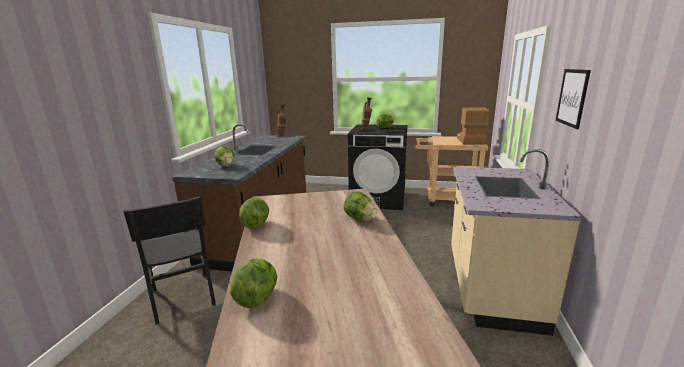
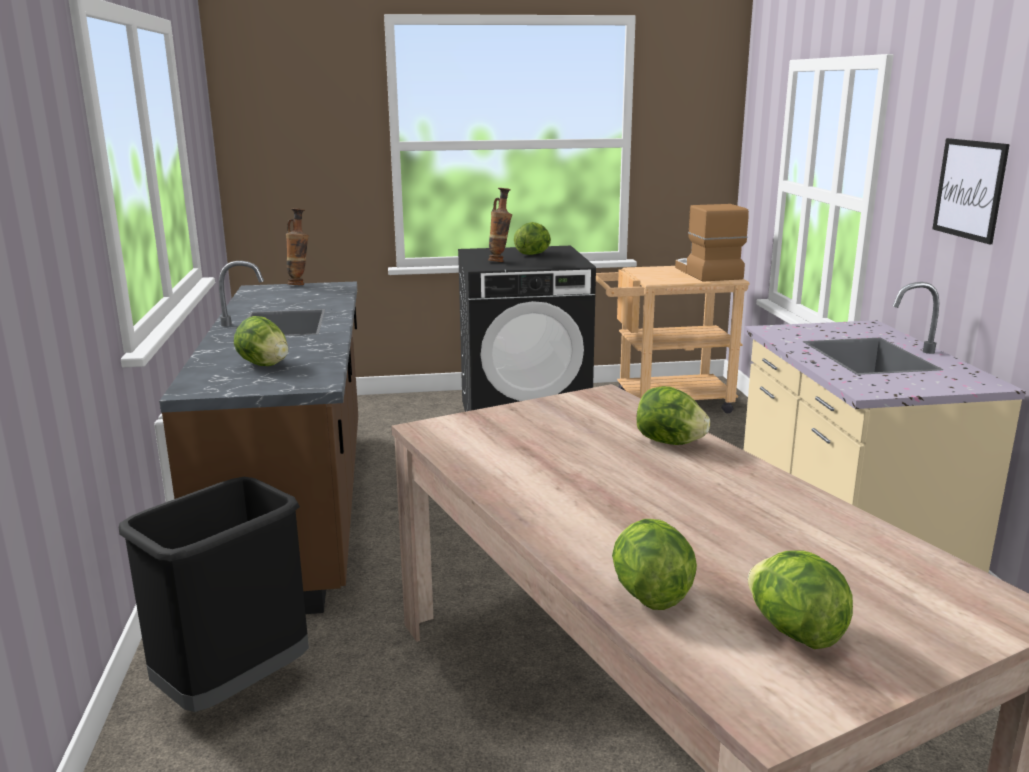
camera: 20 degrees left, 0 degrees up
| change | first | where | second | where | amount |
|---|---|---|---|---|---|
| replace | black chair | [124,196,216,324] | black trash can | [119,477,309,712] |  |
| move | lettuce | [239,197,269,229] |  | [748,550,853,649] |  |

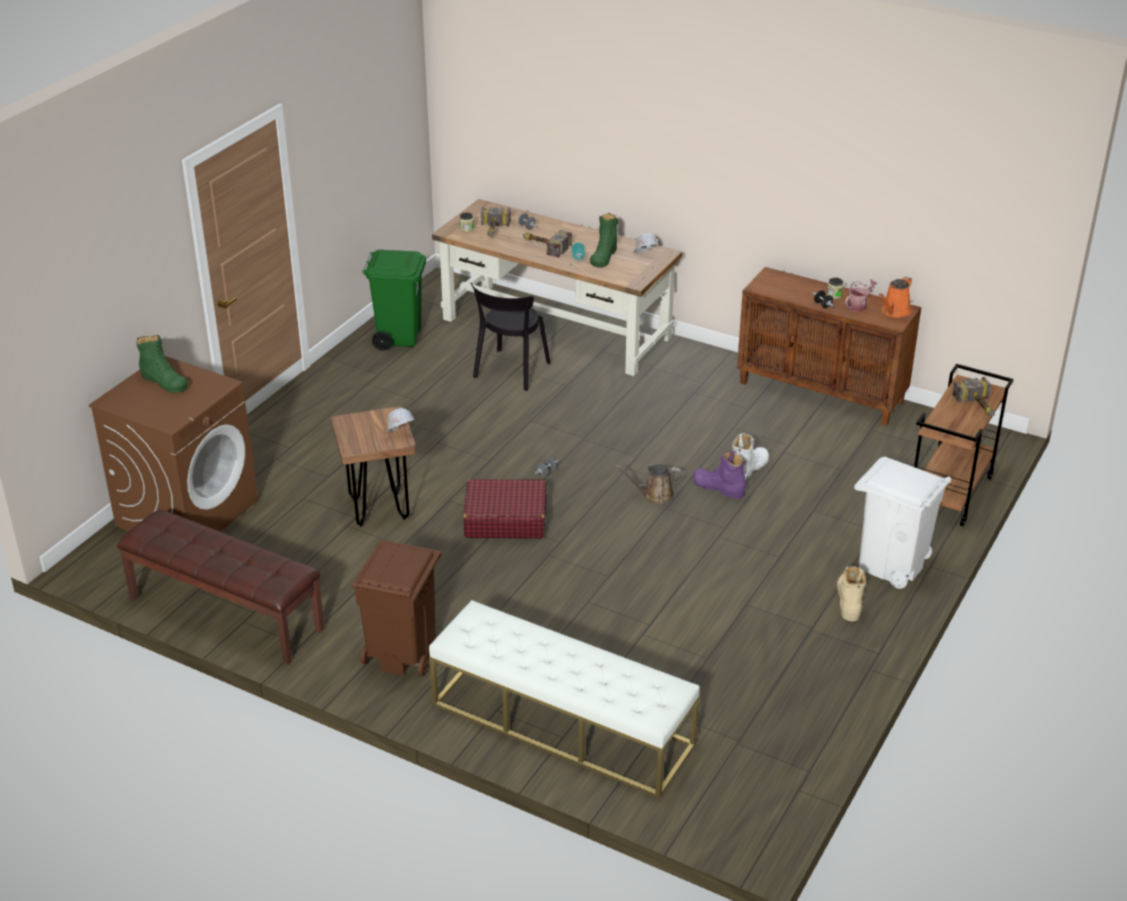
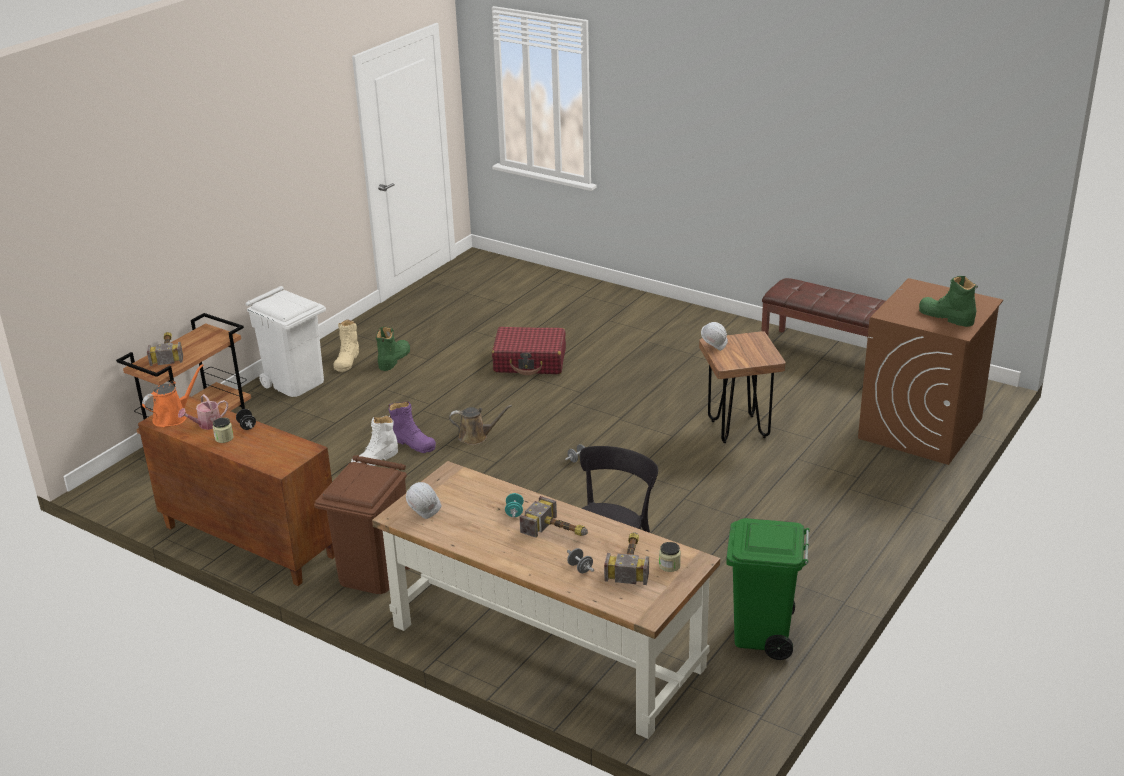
camera: 175 degrees left, 5 degrees down
| change | first | where | second | where | amount |
|---|---|---|---|---|---|
| move | brown trash can | [352,540,442,676] |  | [314,455,410,594] |  |
| move | green boot | [590,213,618,267] |  | [376,326,410,371] |  |
| move | red suitcase | [463,479,547,539] |  | [492,327,566,375] |  |
| delete | white bench | [429,600,700,798] |  |  |  |

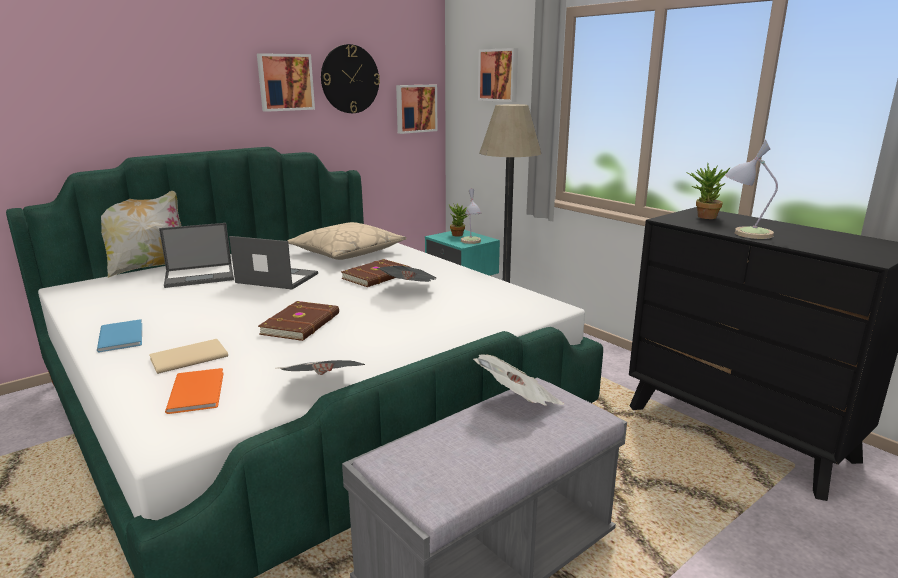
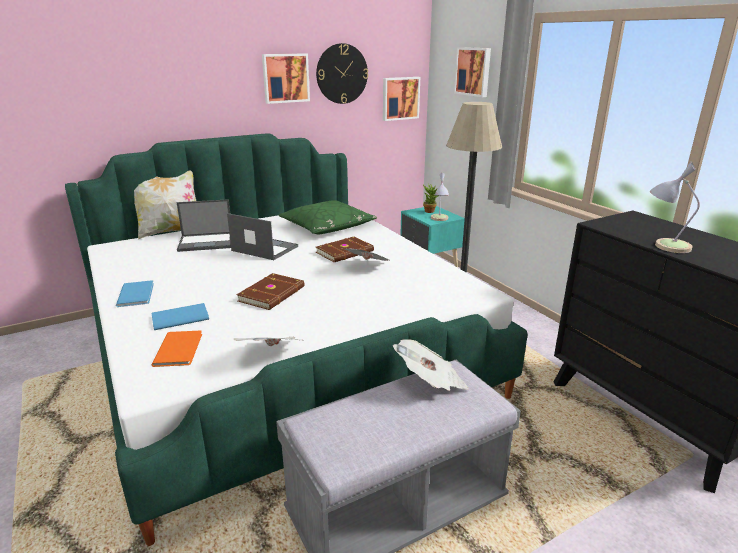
camera: 10 degrees right, 5 degrees up
| change | first | where | second | where | amount |
|---|---|---|---|---|---|
| recolor | beige book | [149,339,228,374] | blue book | [151,303,209,330] |  |
| recolor | beige pillow | [287,222,406,260] | green pillow | [279,200,377,234] |  |
| delete | potted plant | [686,163,731,219] |  |  |  |

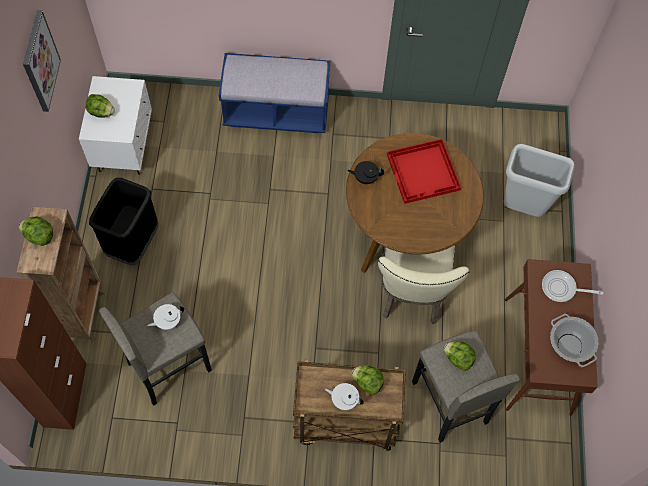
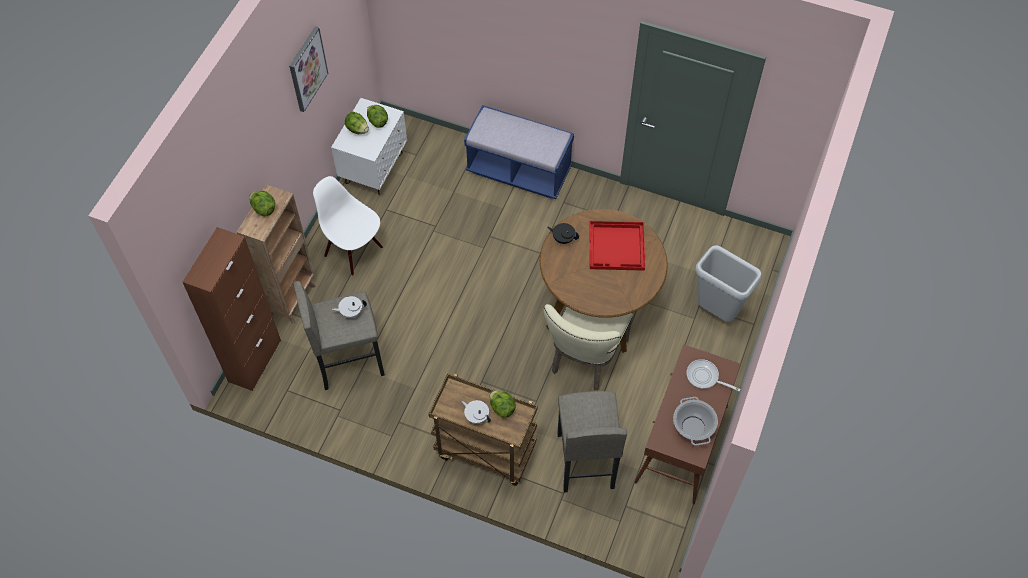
camera: 20 degrees right, 5 degrees down
| change | first | where | second | where | amount |
|---|---|---|---|---|---|
| replace | black trash can | [89,178,158,265] | white chair | [313,176,383,276] |  |
| move | lettuce | [443,341,476,371] |  | [367,105,388,128] |  |

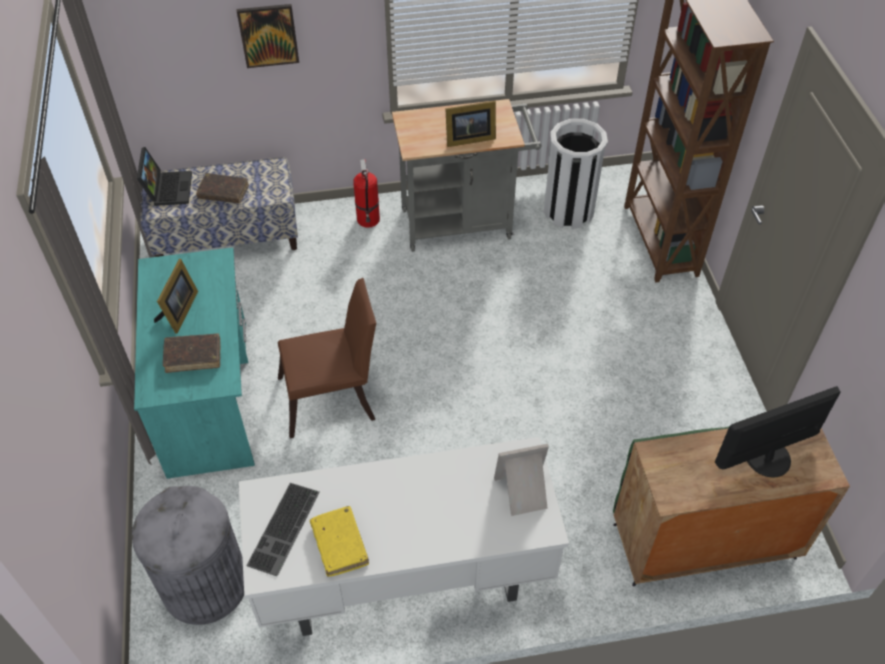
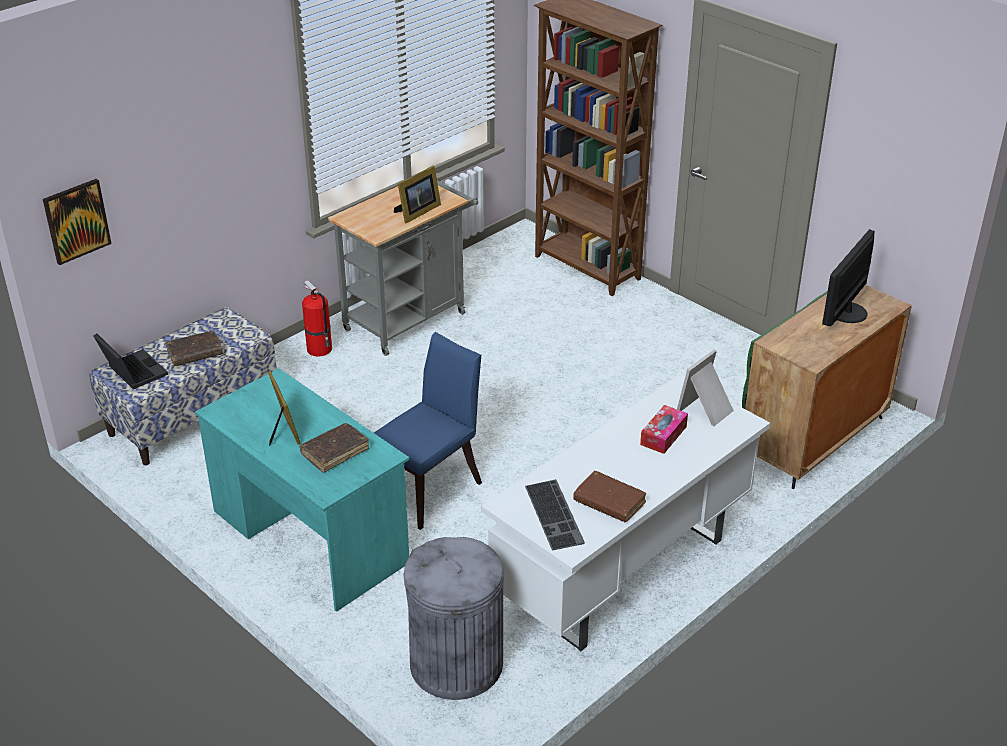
camera: 35 degrees left, 15 degrees down
| change | first | where | second | where | amount |
|---|---|---|---|---|---|
| move | picture | [236,4,299,68] |  | [43,179,112,265] |  |
| recolor | brown chair | [278,278,376,438] | blue chair | [374,332,482,530] |  |
| recolor | yellow book | [310,506,369,577] | brown book | [573,471,646,522] |  |
| insert |  |  | tissue box | [640,405,688,454] |  |
| delete | white trash can | [544,119,608,229] |  |  |  |

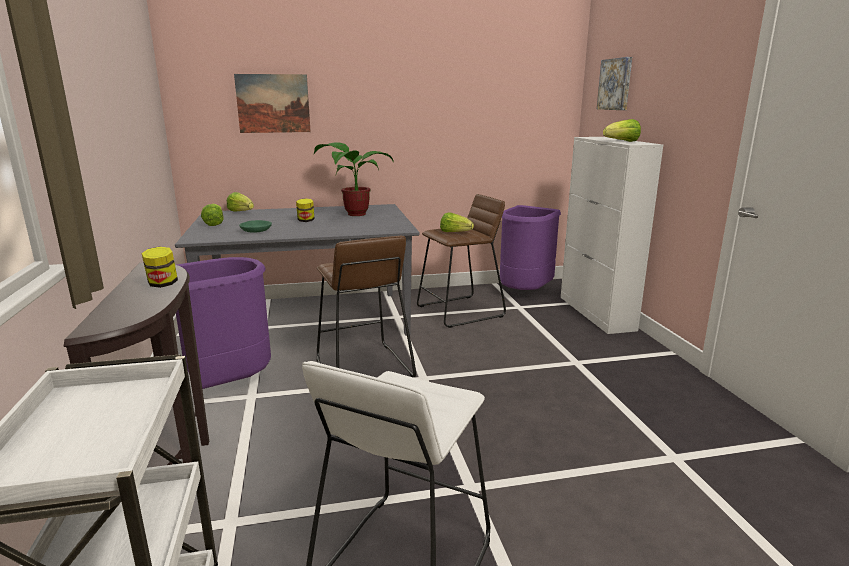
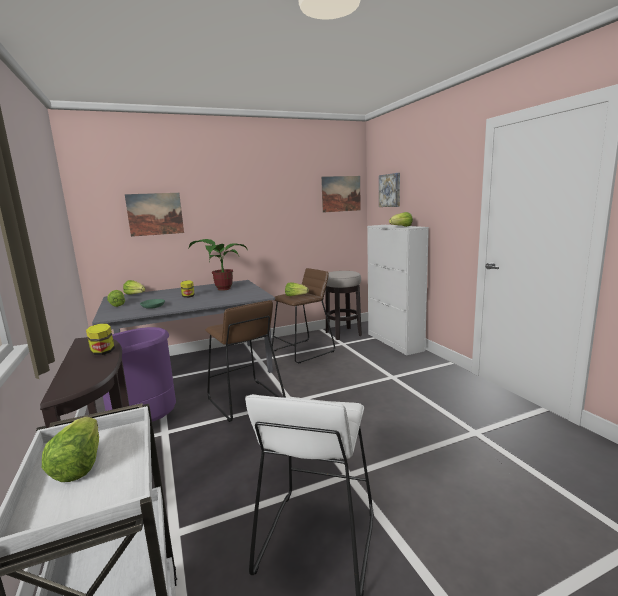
camera: 10 degrees left, 5 degrees down
| change | first | where | second | where | amount |
|---|---|---|---|---|---|
| insert |  |  | lettuce | [42,416,99,482] |  |
| insert |  |  | picture | [321,176,361,213] |  |
| replace | purple trash can | [500,205,561,290] | stool | [326,271,362,340] |  |

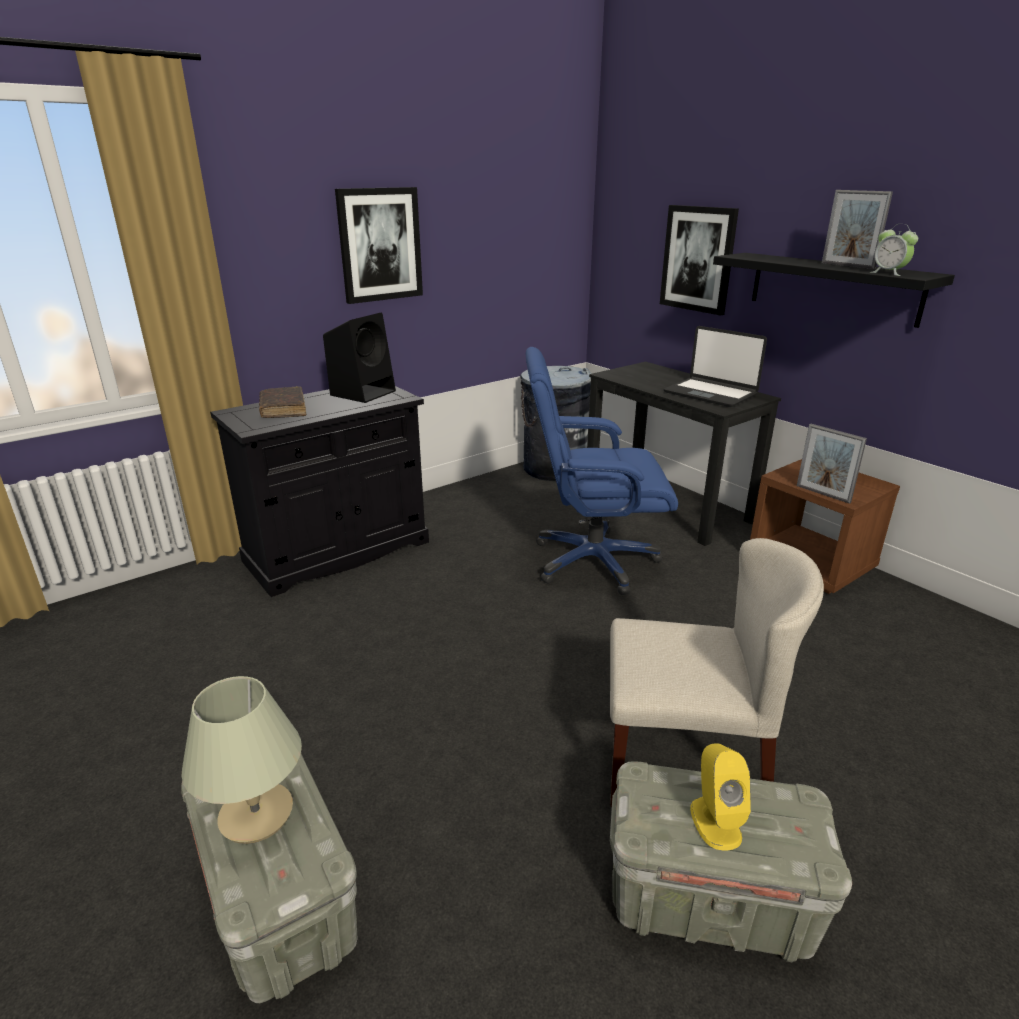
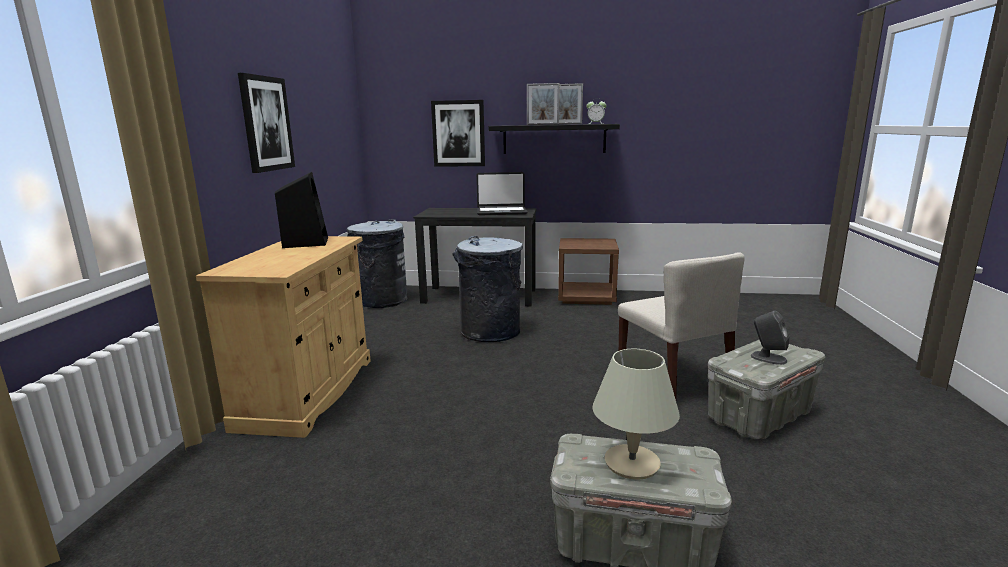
camera: 45 degrees left, 10 degrees down
| change | first | where | second | where | amount |
|---|---|---|---|---|---|
| recolor | black cabinet | [210,386,429,597] | beige cabinet | [196,236,371,438] |  |
| replace | blue office chair | [525,347,678,595] | grey trash can | [452,236,523,342] |  |
| move | picture frame | [797,424,867,504] |  | [527,83,559,125] |  |
| rotate | beige chair | [610,538,824,807] |  | [618,252,745,399] | 105 degrees clockwise |
| recolor | yellow speaker | [690,743,751,850] | grey speaker | [751,311,790,365] |  |
| delete | brown book | [259,386,306,418] |  |  |  |

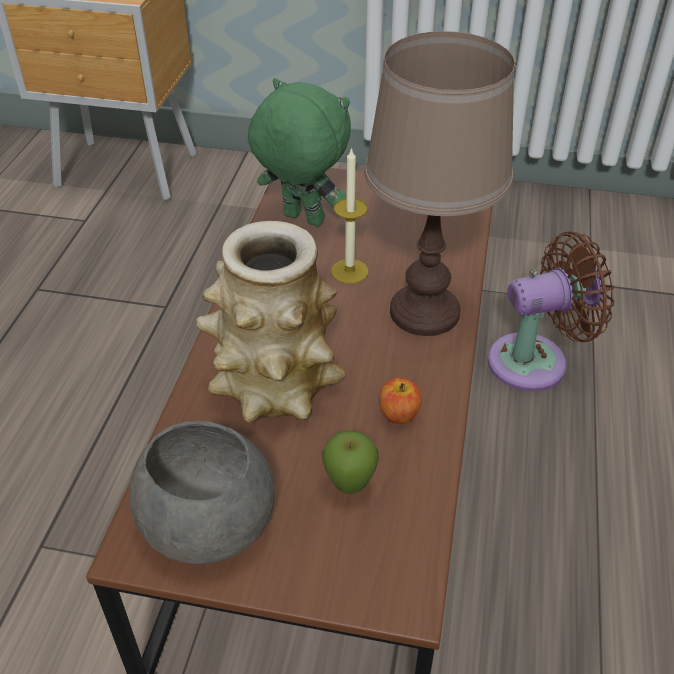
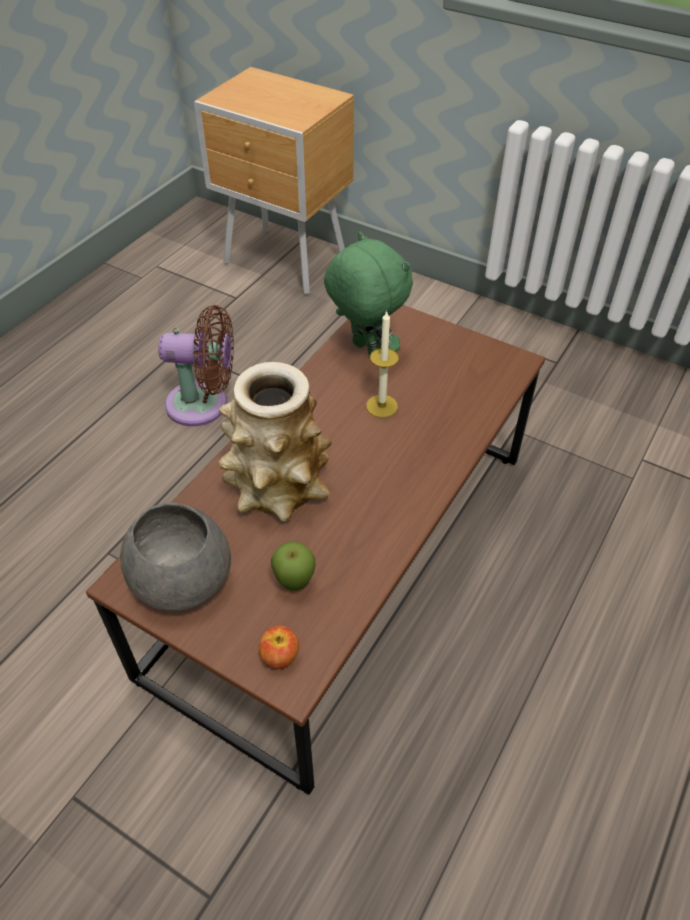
camera: 20 degrees right, 5 degrees up
| change | first | where | second | where | amount |
|---|---|---|---|---|---|
| move | brown fan | [487,231,614,391] |  | [158,305,234,426] |  |
| move | apple | [379,377,422,424] |  | [259,626,299,669] |  |
| delete | brown table lamp | [364,31,515,336] |  |  |  |

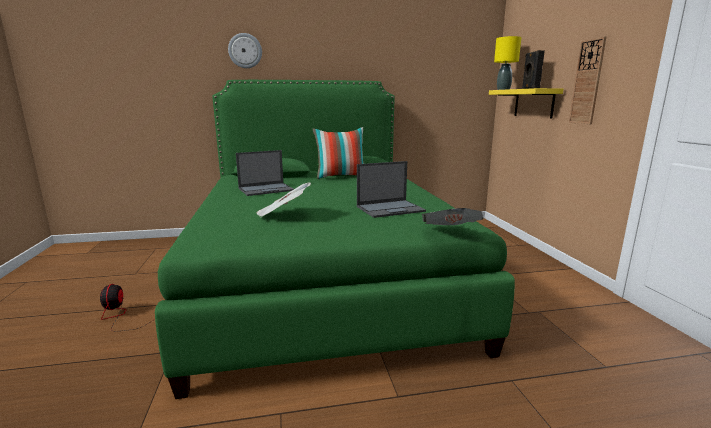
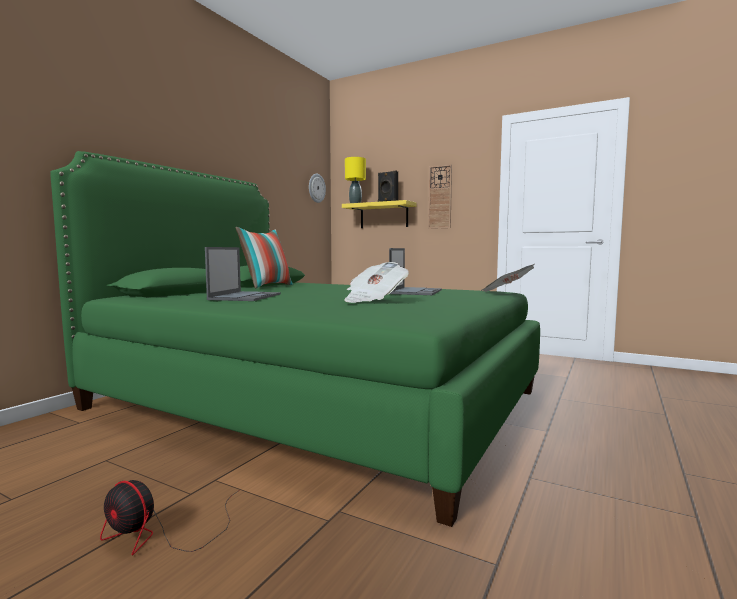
camera: 50 degrees left, 10 degrees down
| change | first | where | second | where | amount |
|---|---|---|---|---|---|
| move | wall clock | [228,33,262,68] |  | [309,174,326,203] |  |

